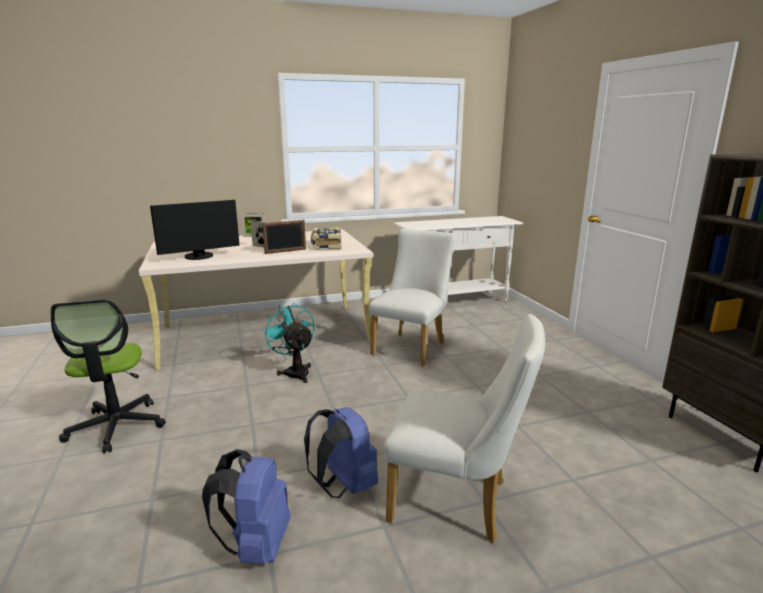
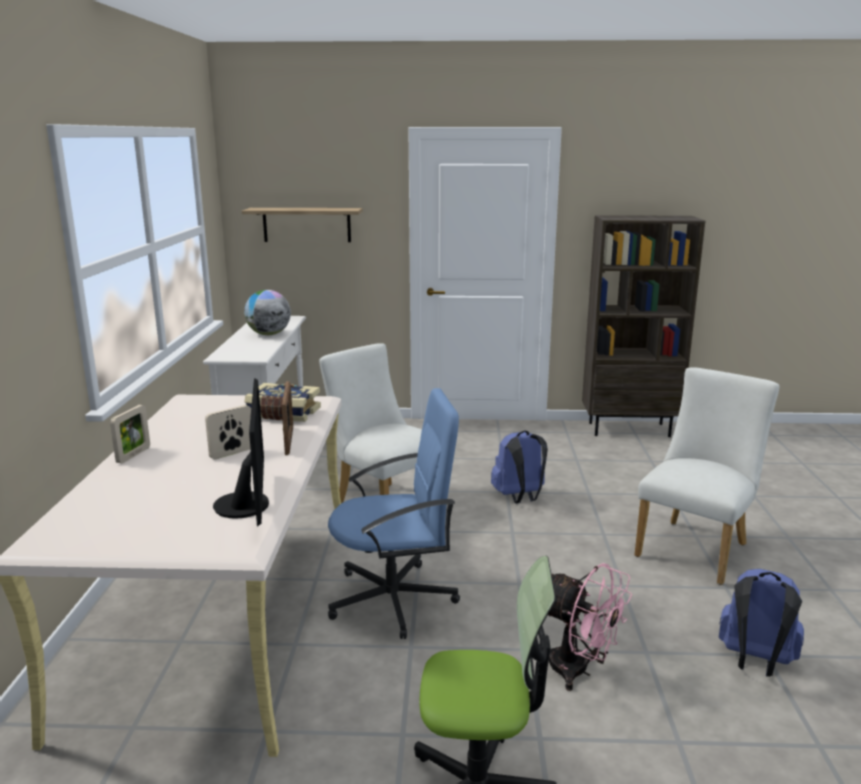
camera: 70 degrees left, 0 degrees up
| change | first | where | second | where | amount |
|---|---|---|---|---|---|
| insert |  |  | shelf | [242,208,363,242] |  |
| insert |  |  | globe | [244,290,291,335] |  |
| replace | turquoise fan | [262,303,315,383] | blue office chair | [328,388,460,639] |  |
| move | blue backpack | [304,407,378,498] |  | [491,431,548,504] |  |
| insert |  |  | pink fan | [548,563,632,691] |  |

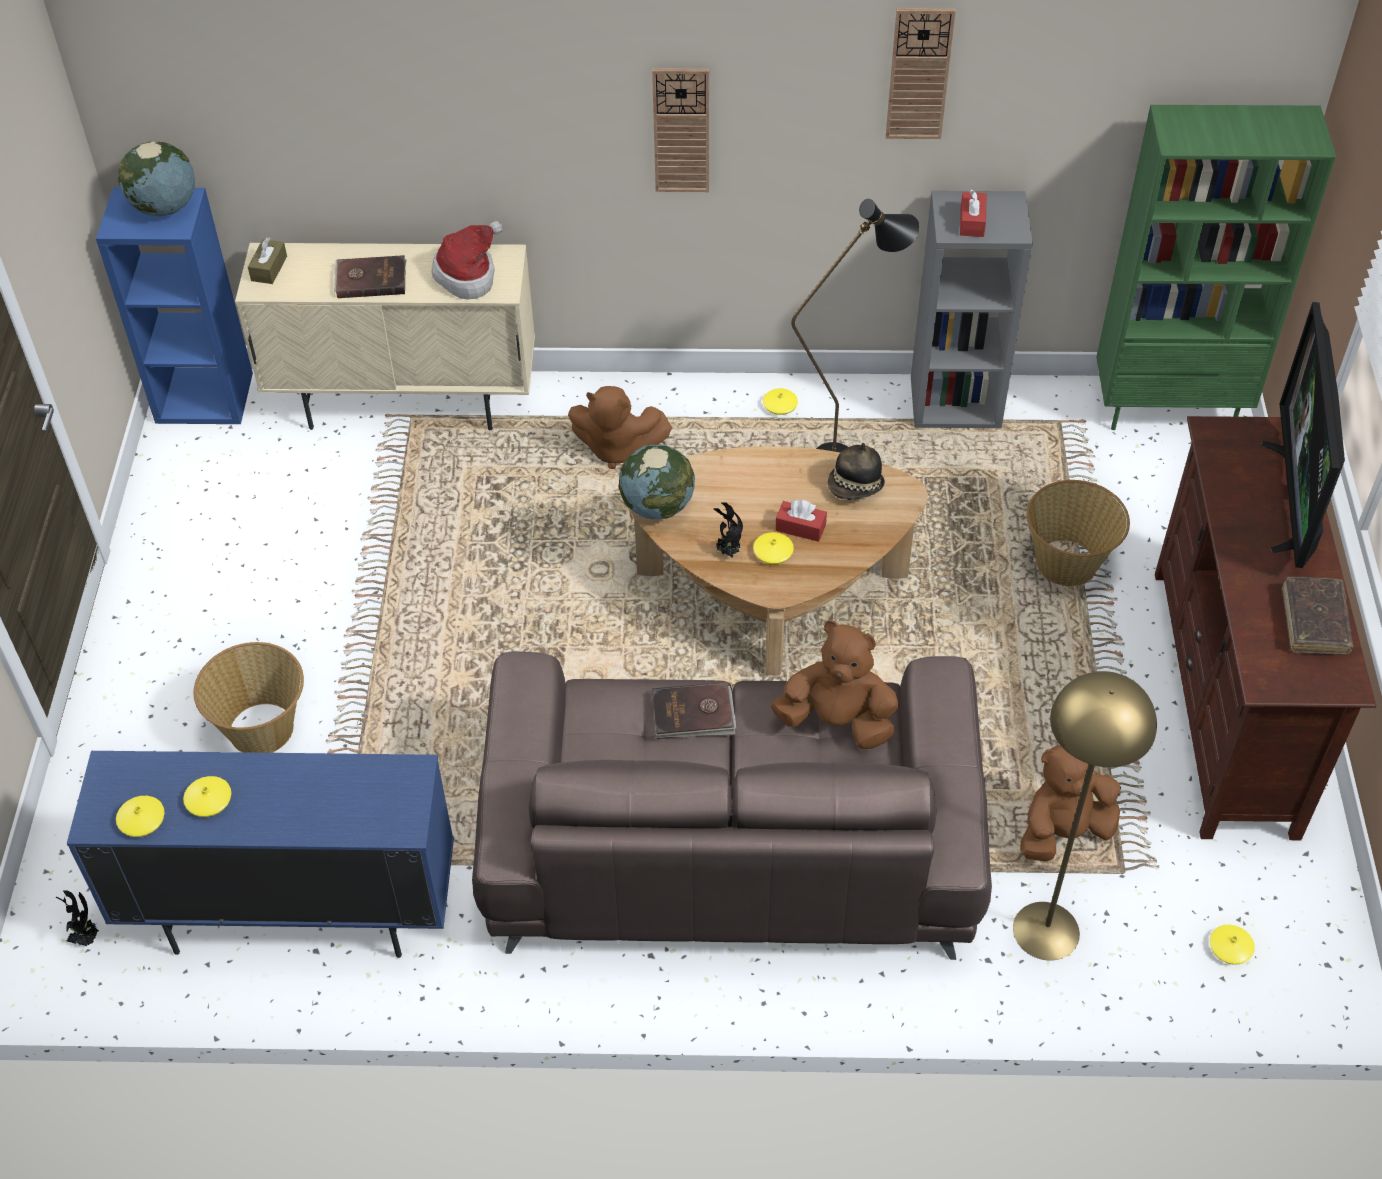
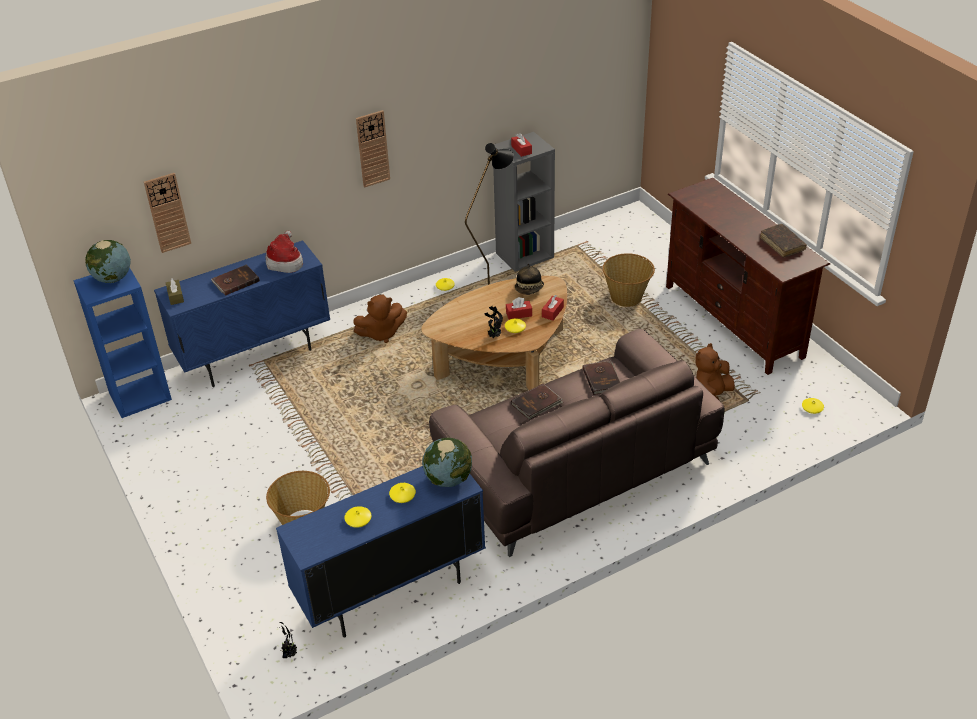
camera: 30 degrees left, 10 degrees down
| change | first | where | second | where | amount |
|---|---|---|---|---|---|
| move | wall clock | [886,8,956,139] |  | [144,173,191,253] |  |
| recolor | beige cabinet | [235,243,535,430] | blue cabinet | [154,240,330,387] |  |
| move | yellow vase | [116,796,165,837] |  | [389,483,416,503] |  |
| move | globe | [619,445,695,519] |  | [422,438,472,487] |  |
| insert |  |  | red tissue box | [542,295,564,321] |  |
| replace | brown plush toy | [771,621,899,749] | brown book | [582,360,620,395] |  |
| delete | yellow floor lamp | [1013,671,1157,960] |  |  |  |
| delete | green bookcase | [1096,105,1336,430] |  |  |  |
| delete | television | [1261,302,1345,568] |  |  |  |

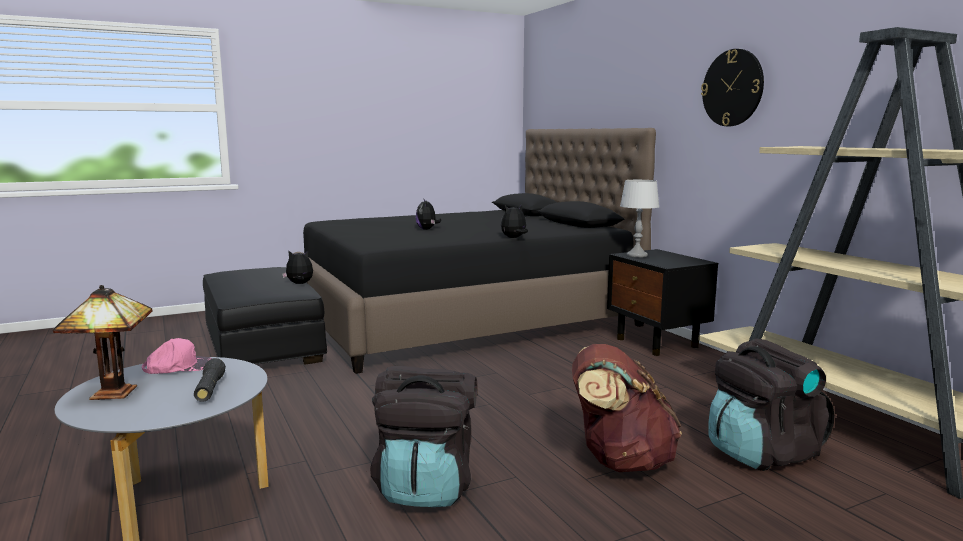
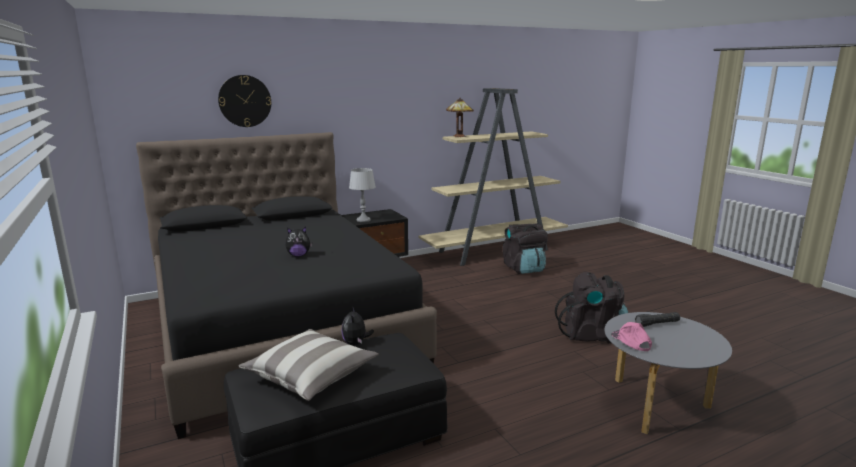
camera: 90 degrees left, 5 degrees up
| change | first | where | second | where | amount |
|---|---|---|---|---|---|
| move | wall clock | [701,49,764,126] |  | [218,75,271,127] |  |
| insert |  |  | pillow | [238,329,379,401] |  |
| move | table lamp | [53,285,152,400] |  | [446,98,474,137] |  |
| delete | plush toy | [501,205,528,238] |  |  |  |
| delete | brown backpack | [572,344,682,472] |  |  |  |

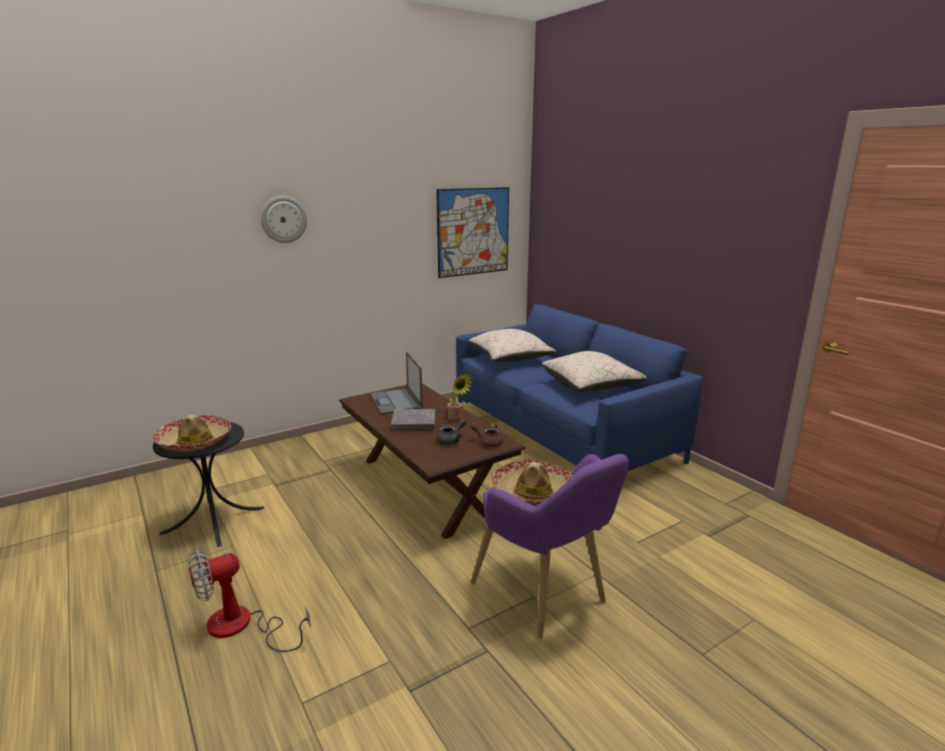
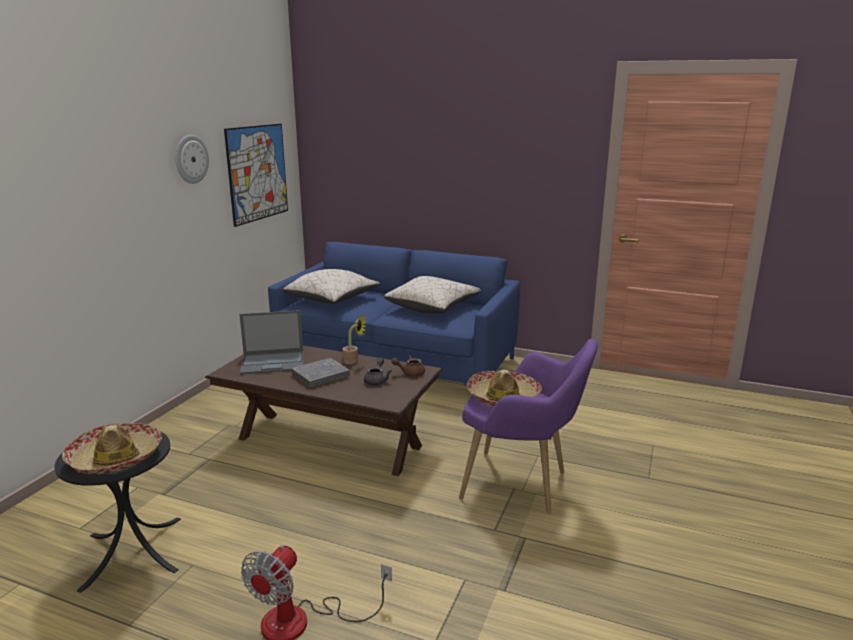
camera: 35 degrees left, 0 degrees up
| change | first | where | second | where | amount |
|---|---|---|---|---|---|
| move | wall clock | [261,196,307,243] |  | [175,135,209,184] |  |
| rotate | laptop | [370,351,423,415] |  | [239,310,303,374] | 45 degrees counterclockwise |

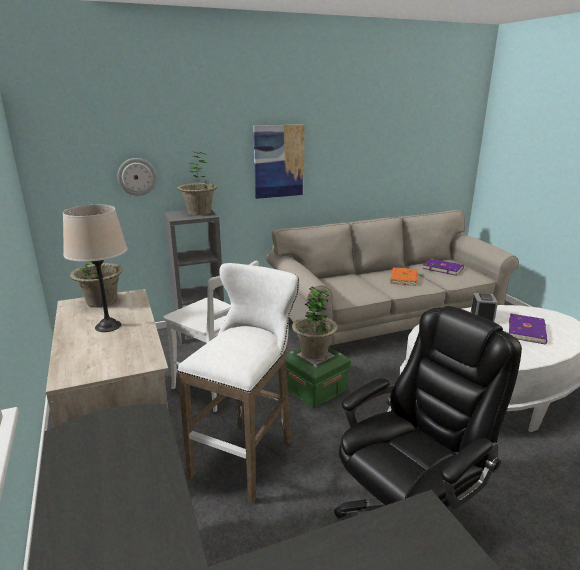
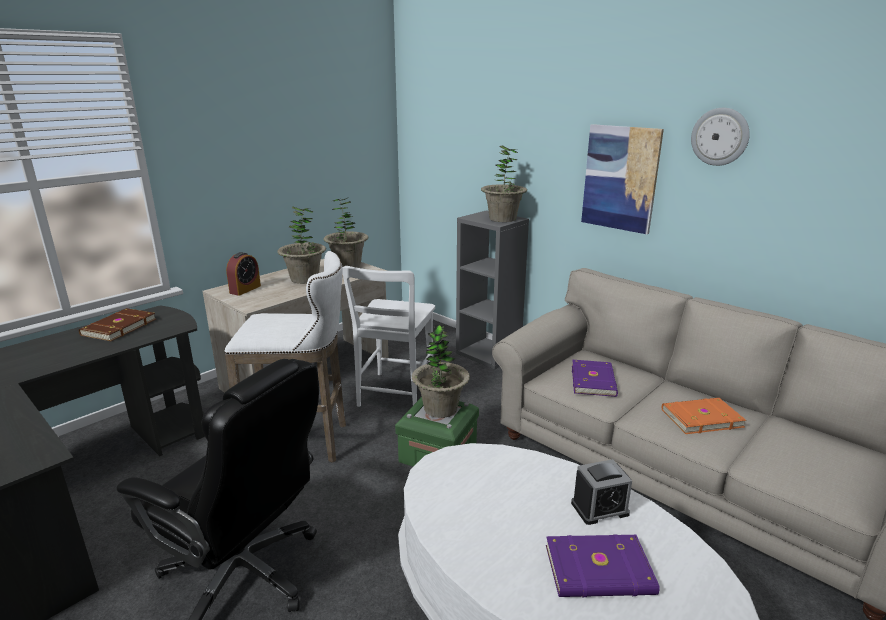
camera: 65 degrees right, 0 degrees up
| change | first | where | second | where | amount |
|---|---|---|---|---|---|
| insert |  |  | brown book | [79,308,156,341] |  |
| insert |  |  | alarm clock | [226,252,261,296] |  |
| replace | beige table lamp | [63,205,127,332] | potted plant | [277,207,326,284] |  |
| move | purple book | [423,259,464,276] |  | [572,360,618,397] |  |
| move | wall clock | [117,158,157,196] |  | [691,108,750,166] |  |

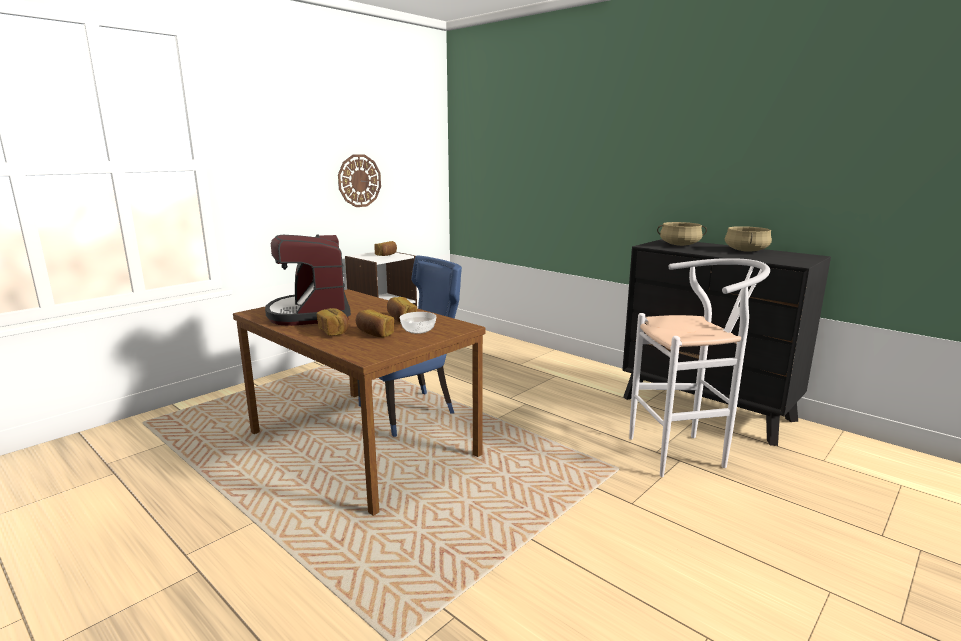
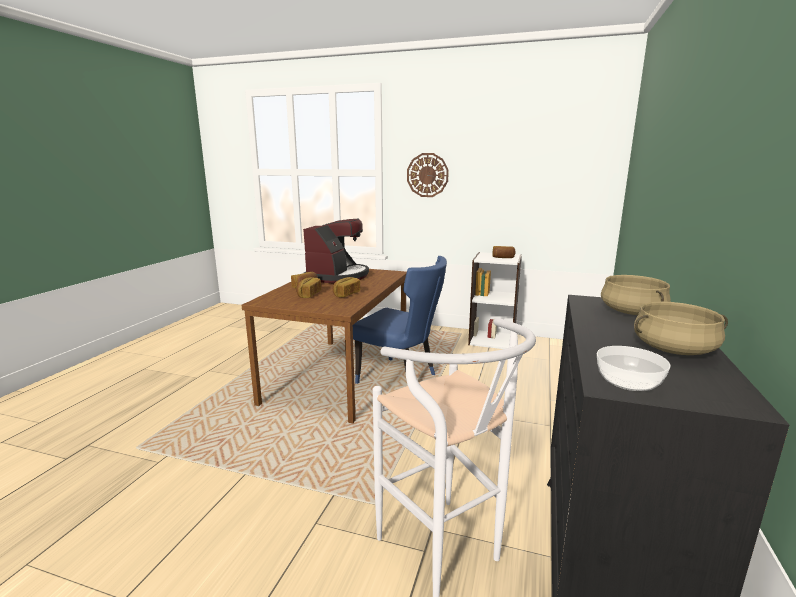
camera: 65 degrees right, 0 degrees up
| change | first | where | second | where | amount |
|---|---|---|---|---|---|
| rotate | coffee machine | [265,235,351,326] |  | [303,219,369,283] | 150 degrees clockwise |
| move | wall clock | [338,154,381,207] |  | [407,153,449,197] |  |
| move | bowl | [400,312,436,334] |  | [597,346,670,391] |  |

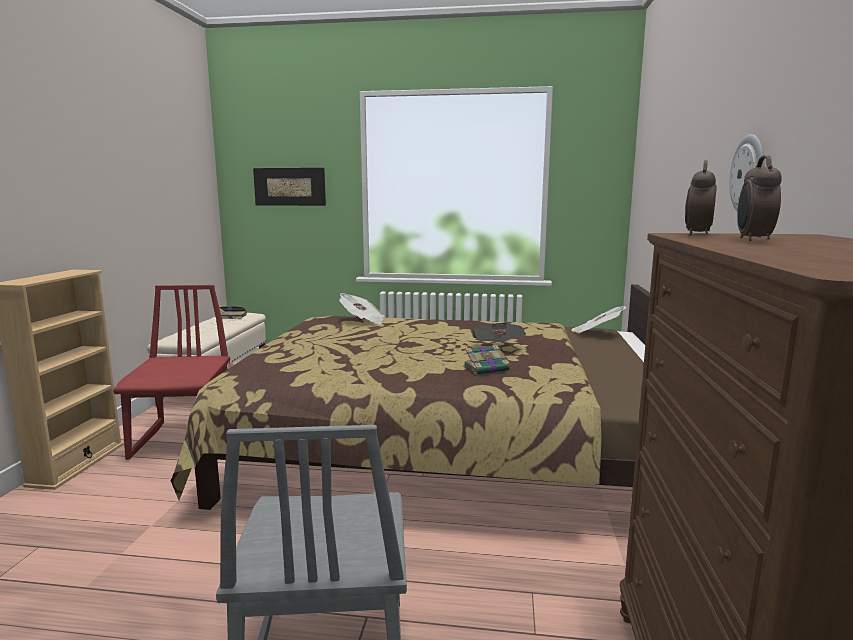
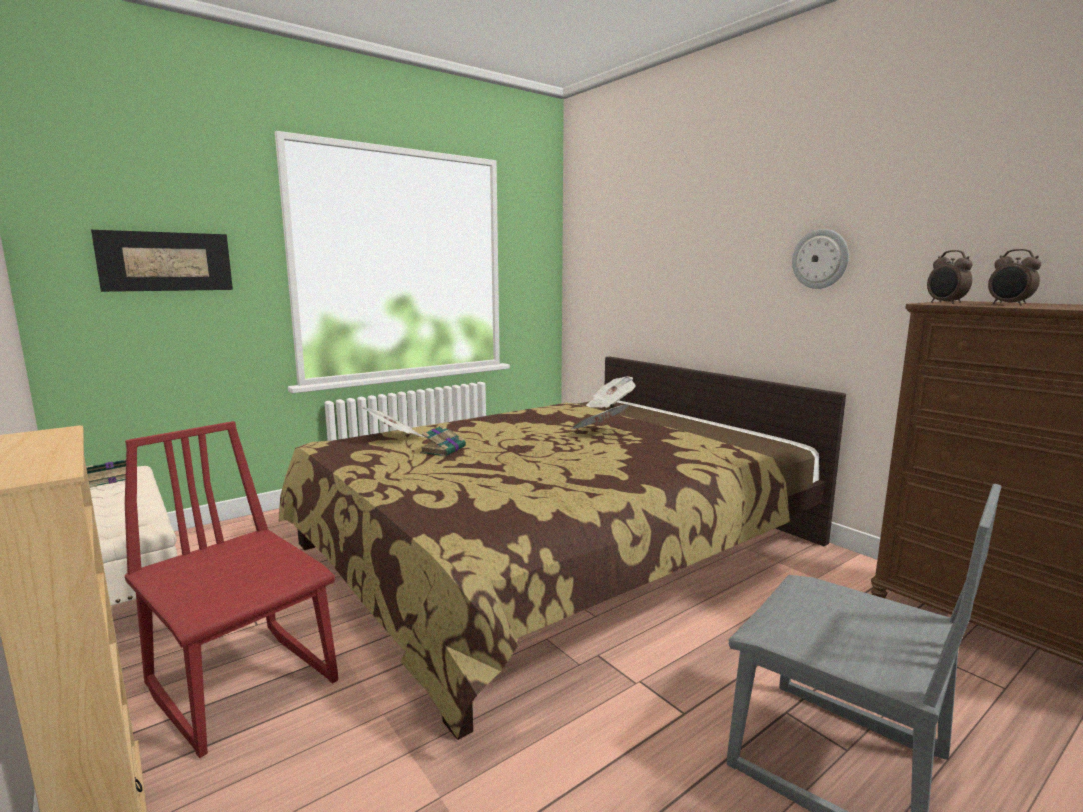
camera: 45 degrees left, 0 degrees up
| change | first | where | second | where | amount |
|---|---|---|---|---|---|
| move | book | [463,345,513,375] |  | [420,425,466,457] |  |

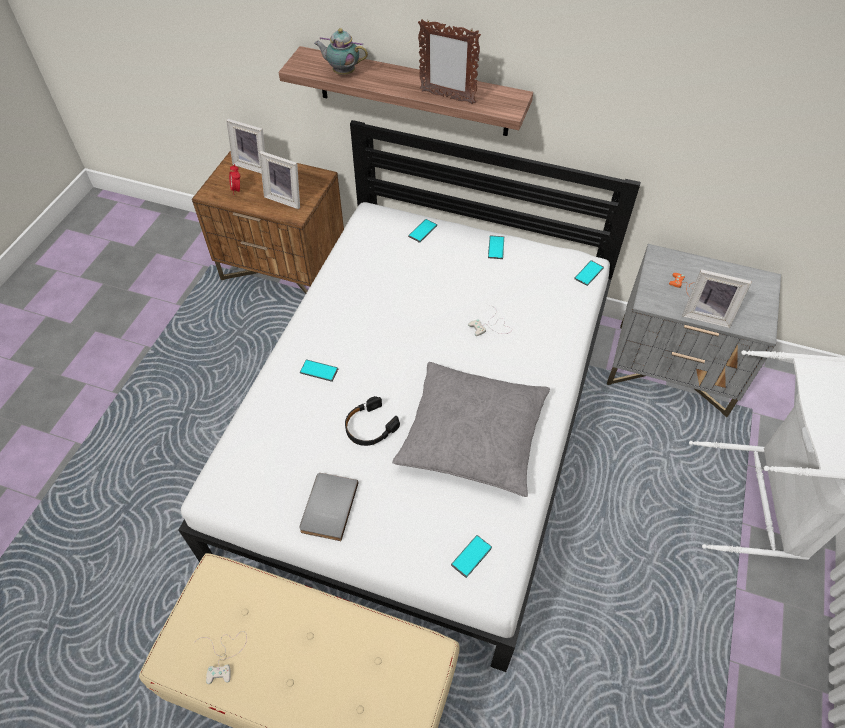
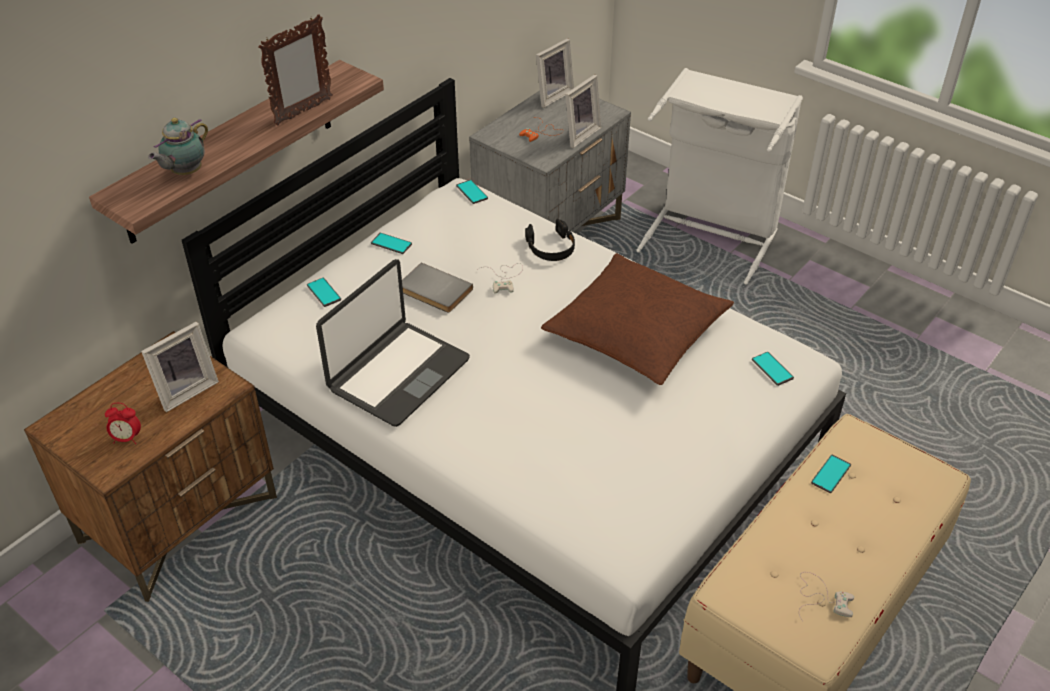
camera: 70 degrees left, 10 degrees down
| change | first | where | second | where | amount |
|---|---|---|---|---|---|
| insert |  |  | laptop | [316,259,470,427] |  |
| move | grey book | [299,473,358,541] |  | [402,262,473,312] |  |
| move | black headphones | [345,396,400,446] |  | [525,219,575,261] |  |
| move | picture frame | [226,119,265,174] |  | [536,38,574,108] |  |
| recolor | grey pillow | [392,362,550,497] | brown pillow | [541,253,734,385] |  |
| move | phone | [300,360,338,382] |  | [811,455,851,493] |  |

